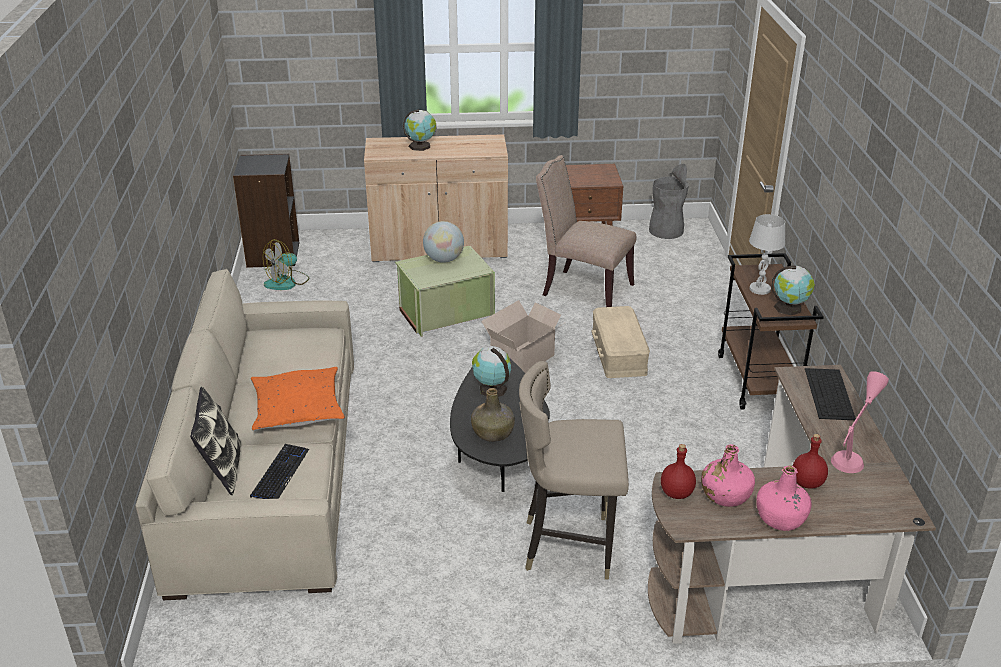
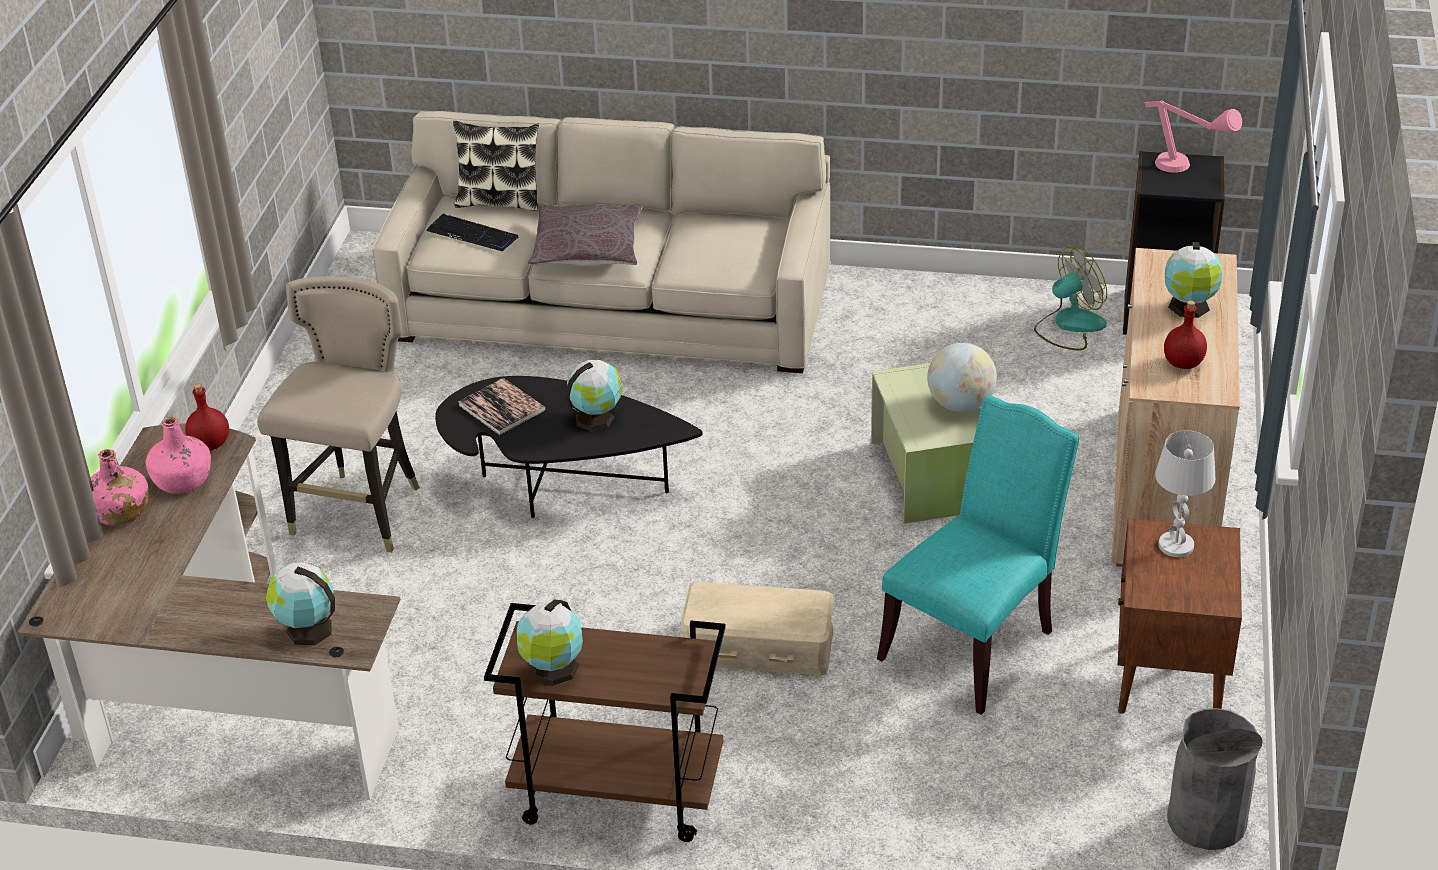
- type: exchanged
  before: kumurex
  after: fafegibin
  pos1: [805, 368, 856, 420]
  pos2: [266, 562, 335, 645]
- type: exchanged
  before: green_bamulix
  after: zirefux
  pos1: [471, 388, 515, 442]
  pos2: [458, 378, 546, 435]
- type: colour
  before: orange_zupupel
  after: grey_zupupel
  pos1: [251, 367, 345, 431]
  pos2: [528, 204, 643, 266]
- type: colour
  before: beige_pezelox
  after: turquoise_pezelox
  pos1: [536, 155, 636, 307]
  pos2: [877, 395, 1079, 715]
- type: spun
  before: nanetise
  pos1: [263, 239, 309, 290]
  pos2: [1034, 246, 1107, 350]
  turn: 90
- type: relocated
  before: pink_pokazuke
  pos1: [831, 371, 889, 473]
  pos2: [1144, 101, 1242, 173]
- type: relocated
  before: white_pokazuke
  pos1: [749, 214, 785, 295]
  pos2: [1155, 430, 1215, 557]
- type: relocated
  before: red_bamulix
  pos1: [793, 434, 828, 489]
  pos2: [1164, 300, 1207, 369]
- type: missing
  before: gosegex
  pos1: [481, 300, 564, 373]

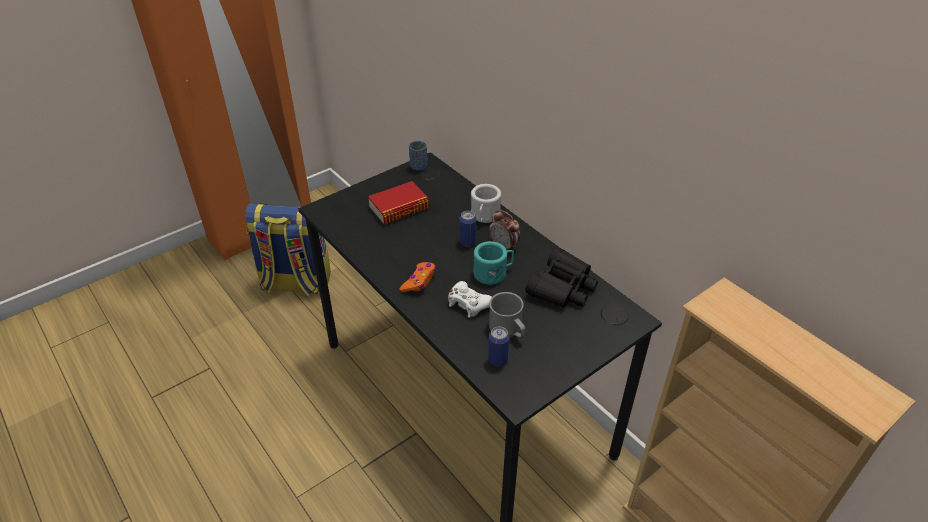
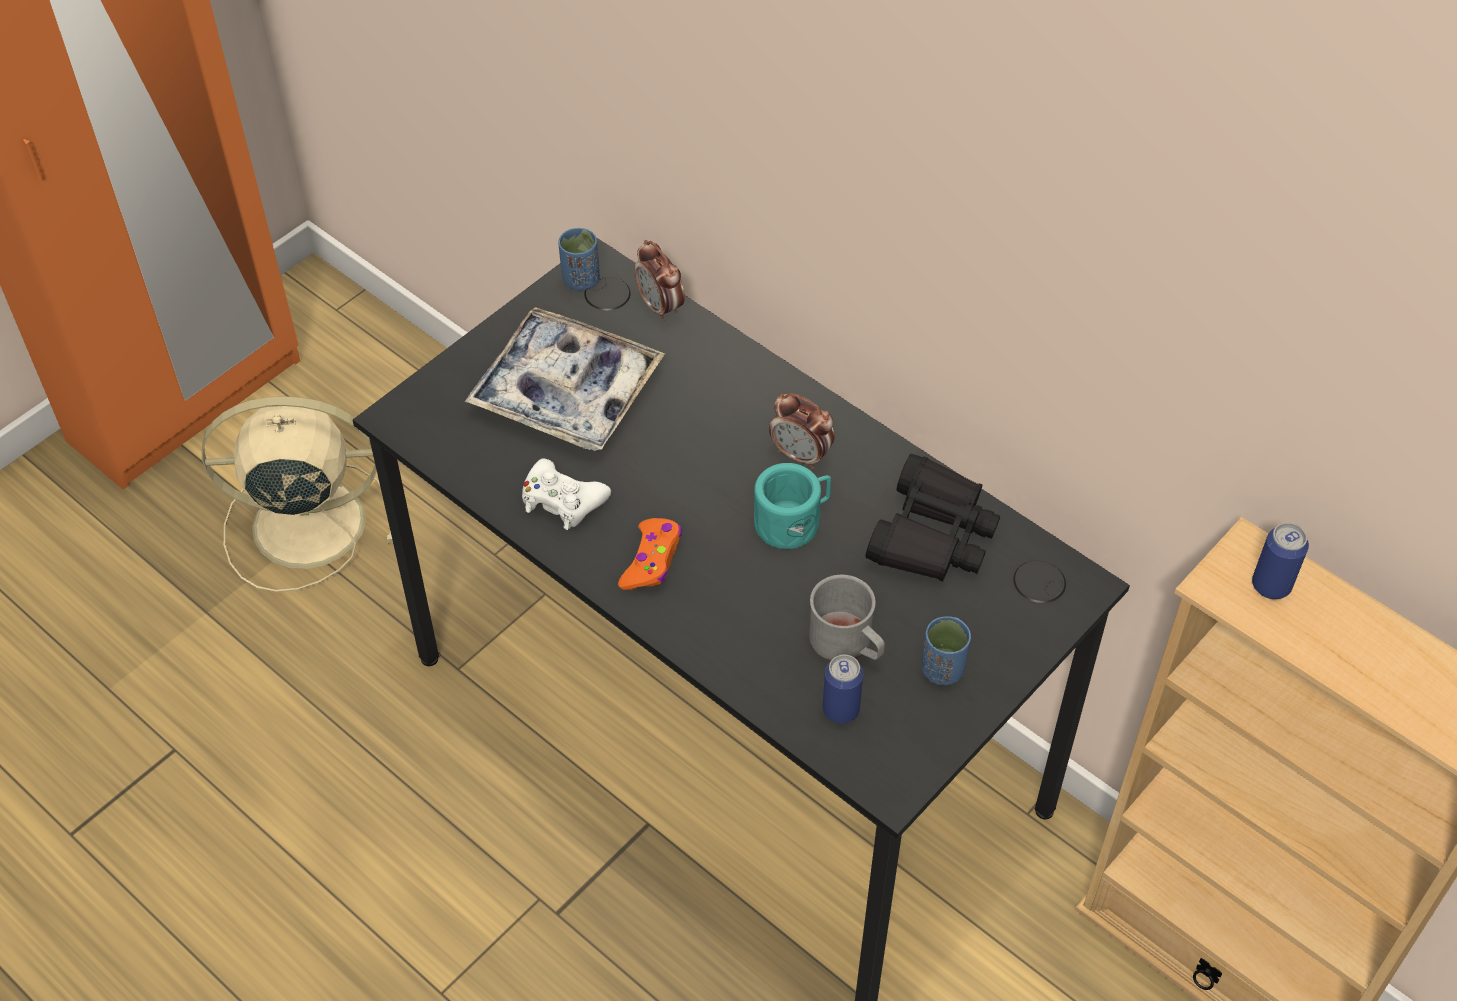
- type: exchanged
  before: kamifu
  after: beige_nanetise
  pos1: [245, 203, 331, 296]
  pos2: [202, 396, 393, 592]
- type: exchanged
  before: zirefux
  after: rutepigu
  pos1: [368, 181, 429, 225]
  pos2: [465, 307, 665, 451]
- type: relocated
  before: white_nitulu
  pos1: [448, 281, 492, 318]
  pos2: [522, 458, 611, 530]
- type: appeared
  after: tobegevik
  pos2: [634, 240, 685, 321]
- type: appeared
  after: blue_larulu
  pos2: [921, 616, 971, 685]
- type: relocated
  before: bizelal
  pos1: [459, 211, 477, 247]
  pos2: [1252, 522, 1309, 599]
- type: missing
  before: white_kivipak
  pos1: [471, 184, 501, 223]

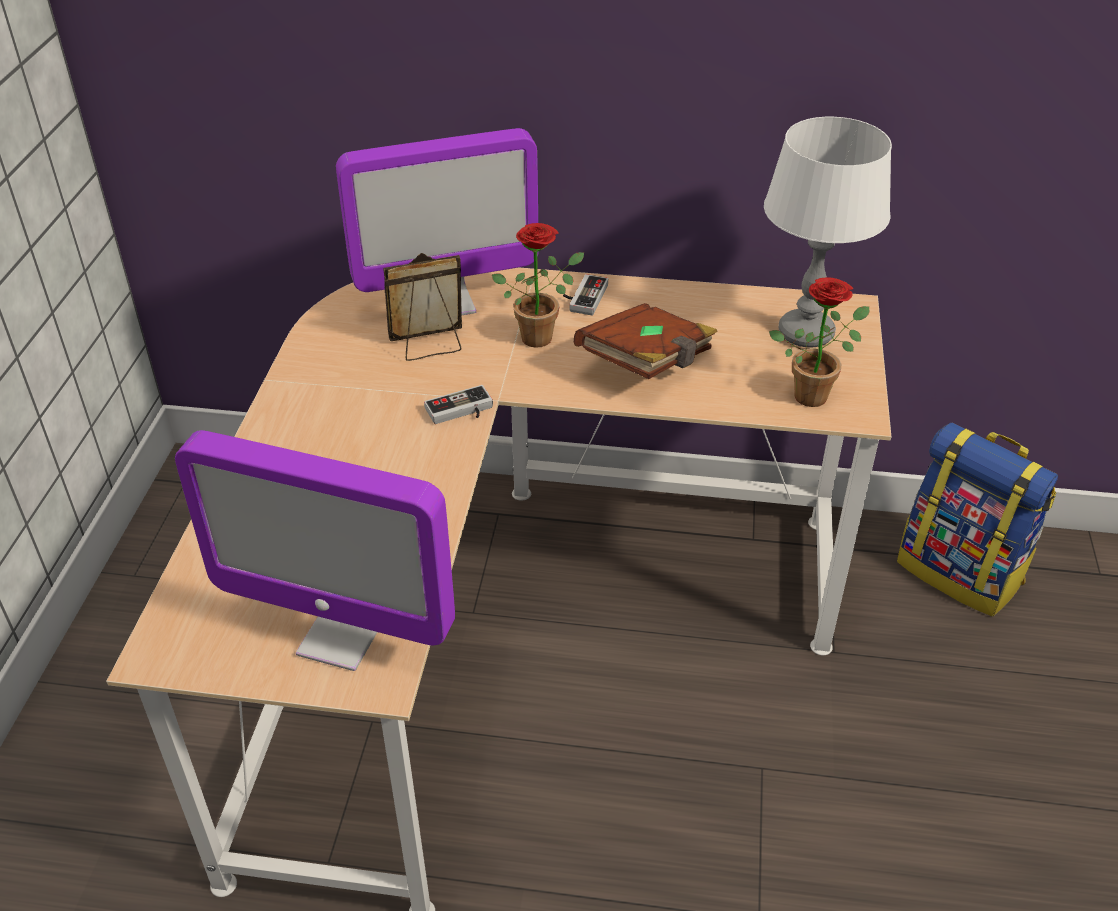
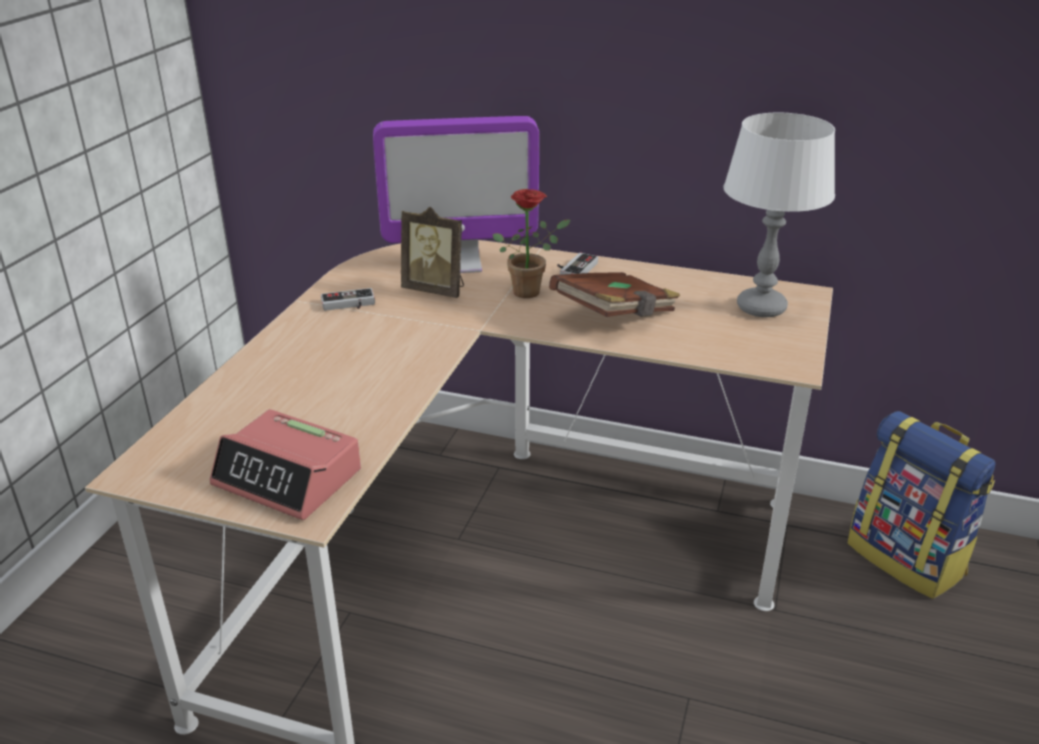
- type: exchanged
  before: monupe
  after: tobegevik
  pos1: [175, 430, 455, 671]
  pos2: [209, 409, 361, 520]
- type: relocated
  before: nitulu
  pos1: [424, 385, 493, 424]
  pos2: [321, 288, 375, 311]
- type: spun
  before: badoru
  pos1: [383, 253, 462, 361]
  pos2: [401, 207, 464, 298]
  turn: -150
- type: missing
  before: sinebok
  pos1: [769, 277, 869, 407]

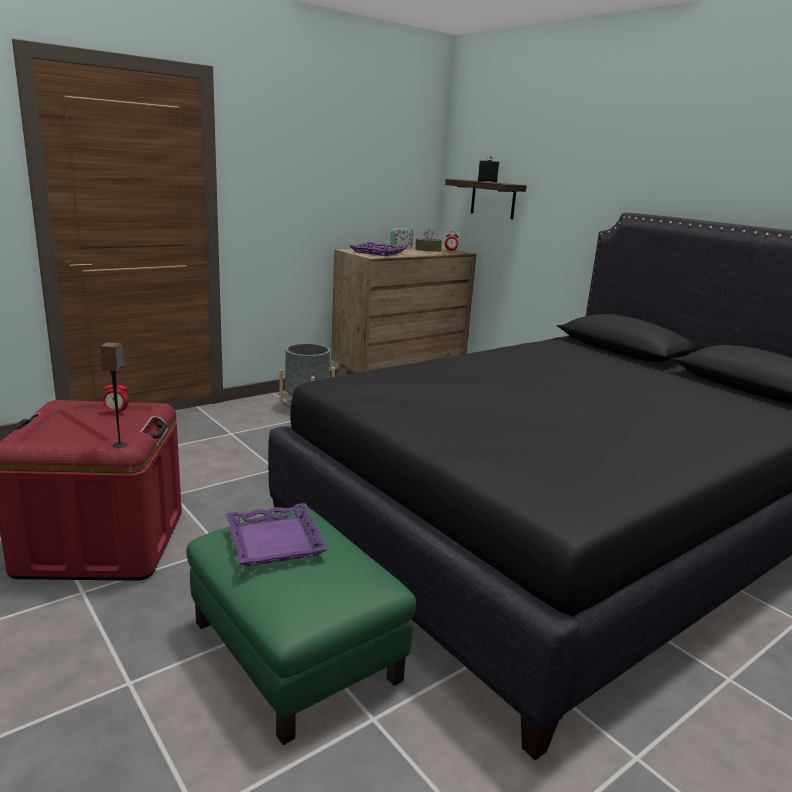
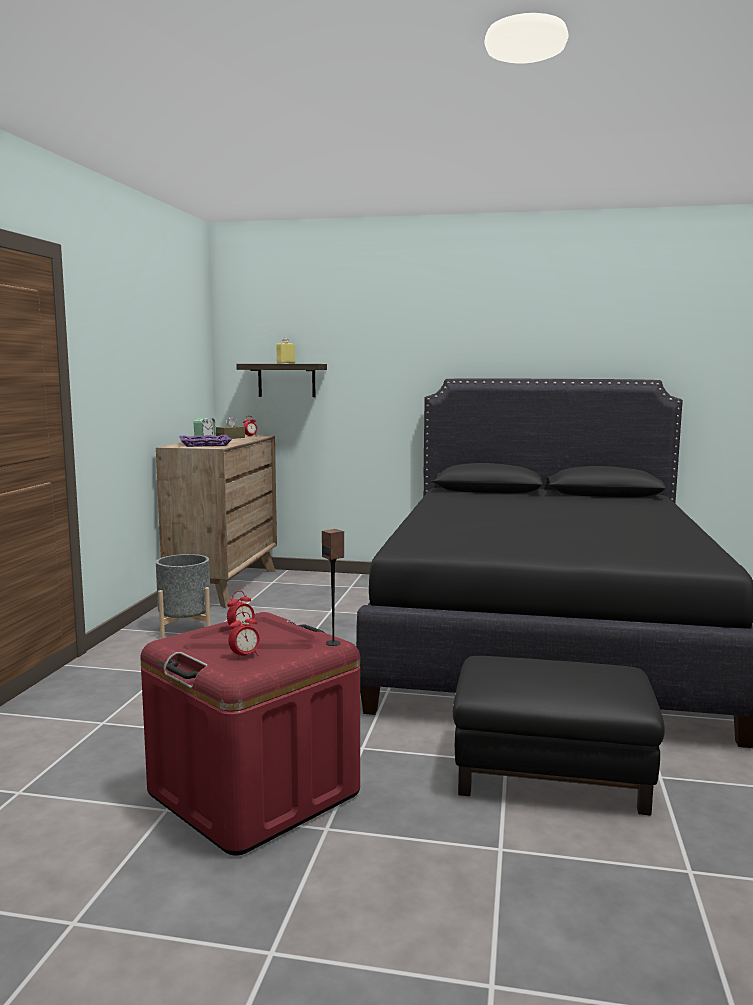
- type: appeared
  after: tobegevik
  pos2: [228, 612, 260, 660]
- type: colour
  before: black_bamulix
  after: yellow_bamulix
  pos1: [478, 155, 499, 183]
  pos2: [276, 338, 295, 364]
- type: colour
  before: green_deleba
  after: black_deleba
  pos1: [186, 507, 416, 745]
  pos2: [453, 656, 665, 816]
- type: missing
  before: purple_rutepigu
  pos1: [226, 503, 329, 566]

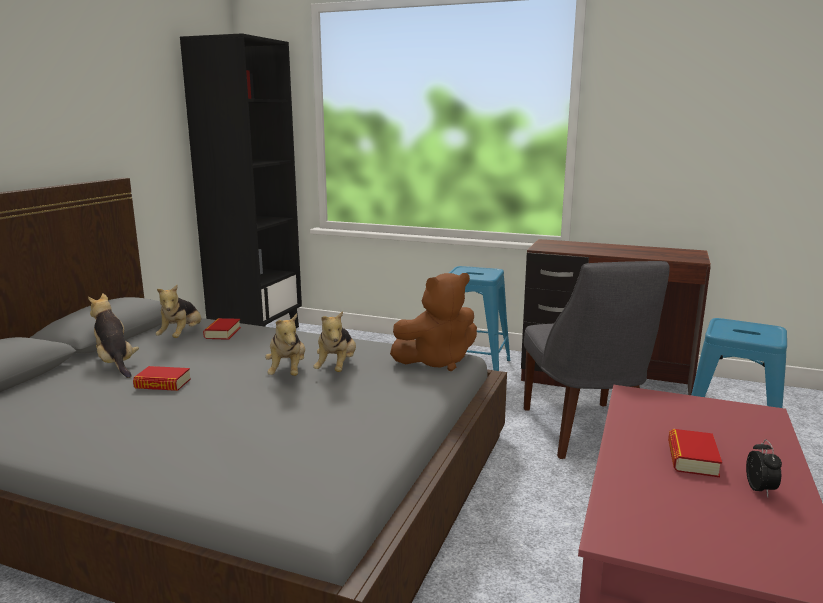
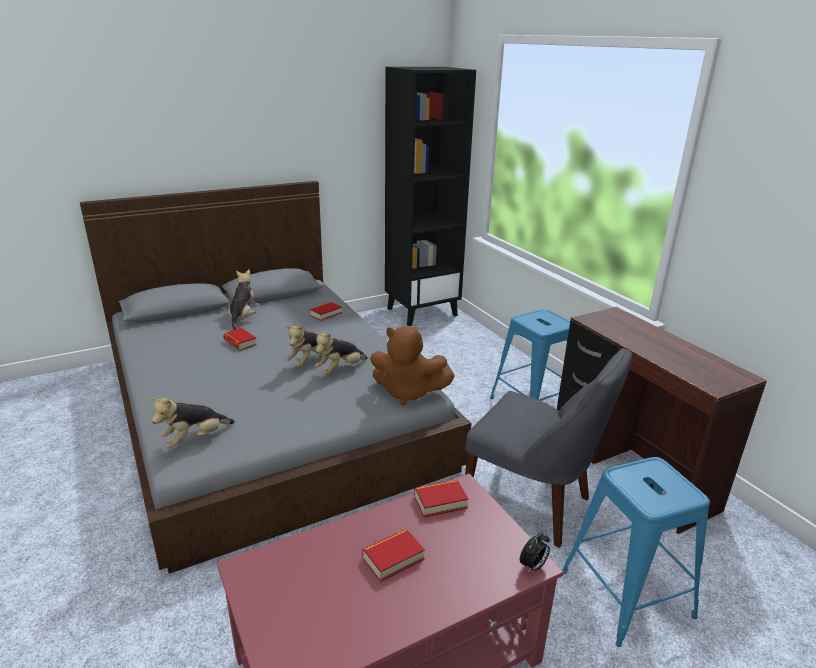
- type: relocated
  before: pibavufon
  pos1: [155, 285, 201, 338]
  pos2: [150, 398, 235, 448]
- type: appeared
  after: zirefux
  pos2: [414, 480, 468, 517]
- type: spun
  before: grey_pezelox
  pos1: [524, 261, 670, 459]
  pos2: [465, 348, 632, 548]
  turn: -90
- type: relocated
  before: tobegevik
  pos1: [746, 439, 782, 497]
  pos2: [520, 532, 550, 573]

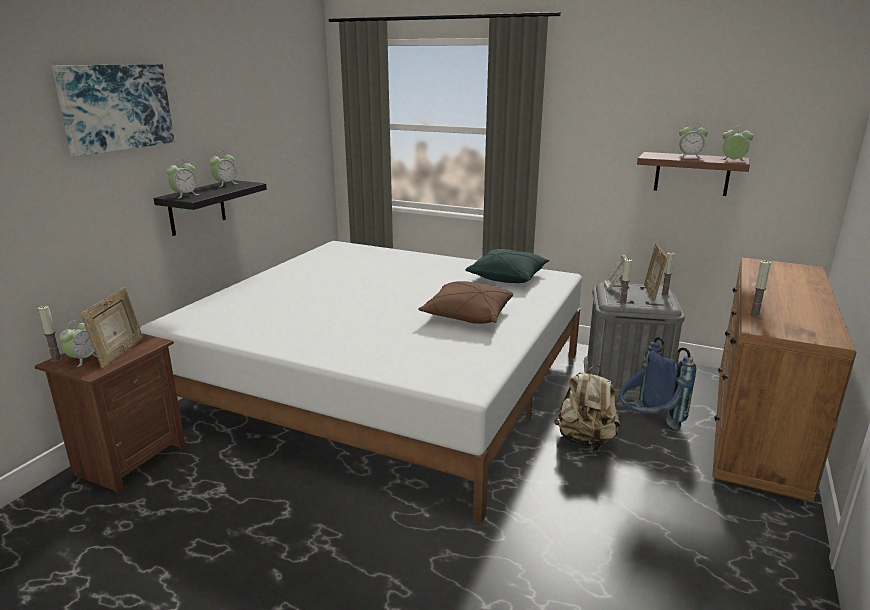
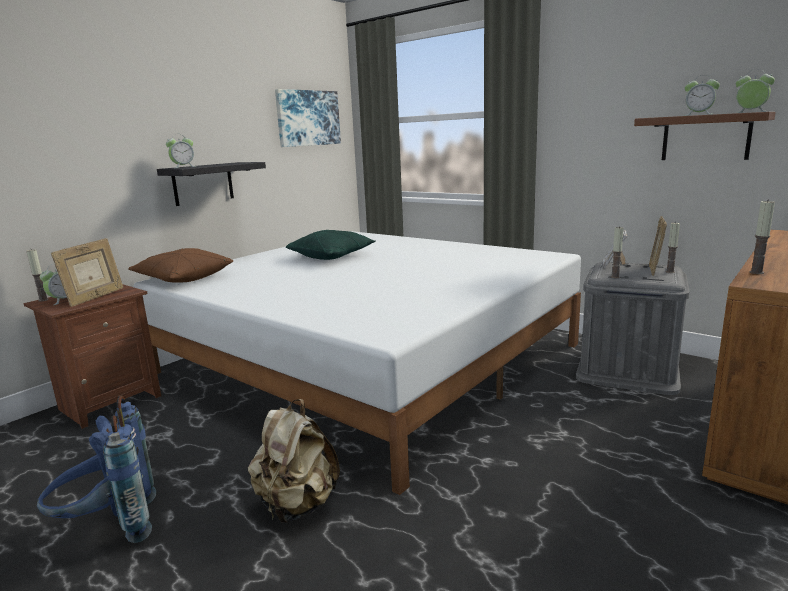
- type: relocated
  before: blue_kamifu
  pos1: [619, 337, 696, 430]
  pos2: [37, 396, 156, 543]
- type: relocated
  before: brown_zupupel
  pos1: [418, 281, 513, 324]
  pos2: [128, 248, 233, 283]
- type: relocated
  before: beige_kamifu
  pos1: [554, 365, 621, 451]
  pos2: [248, 399, 340, 523]
- type: relocated
  before: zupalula
  pos1: [52, 64, 175, 157]
  pos2: [275, 89, 341, 147]
- type: relocated
  before: green_zupupel
  pos1: [465, 249, 550, 283]
  pos2: [286, 230, 376, 260]
- type: missing
  before: tobegevik
  pos1: [209, 151, 238, 187]

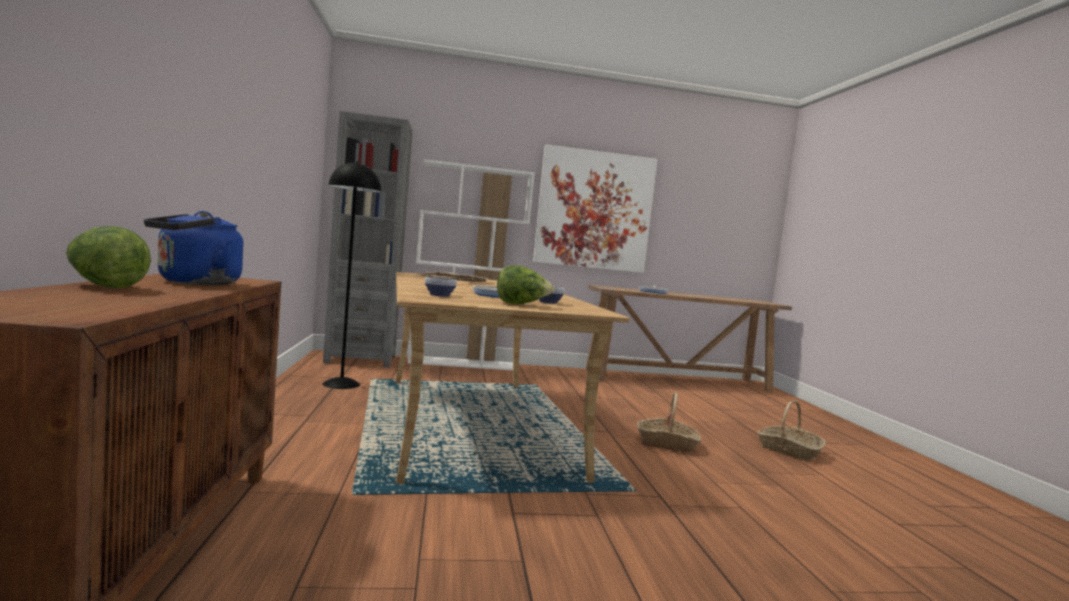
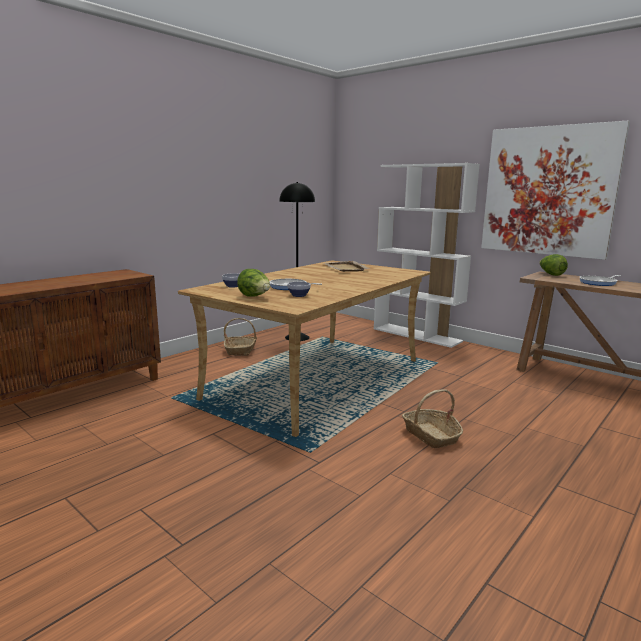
- type: relocated
  before: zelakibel
  pos1: [757, 401, 826, 461]
  pos2: [224, 318, 257, 356]
- type: relocated
  before: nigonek
  pos1: [66, 226, 151, 288]
  pos2: [539, 254, 568, 276]
- type: missing
  before: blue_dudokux
  pos1: [144, 211, 244, 285]
- type: missing
  before: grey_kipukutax
  pos1: [323, 111, 413, 367]

